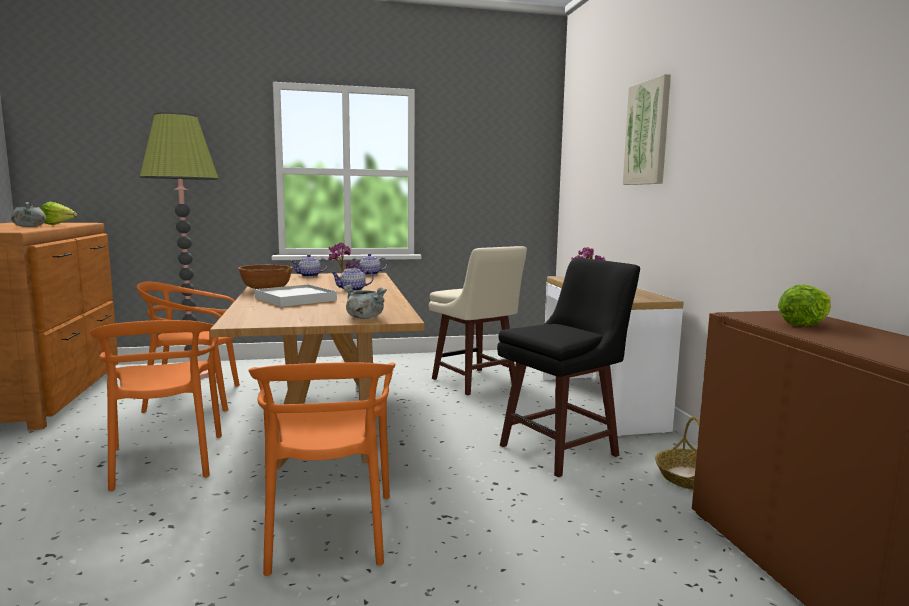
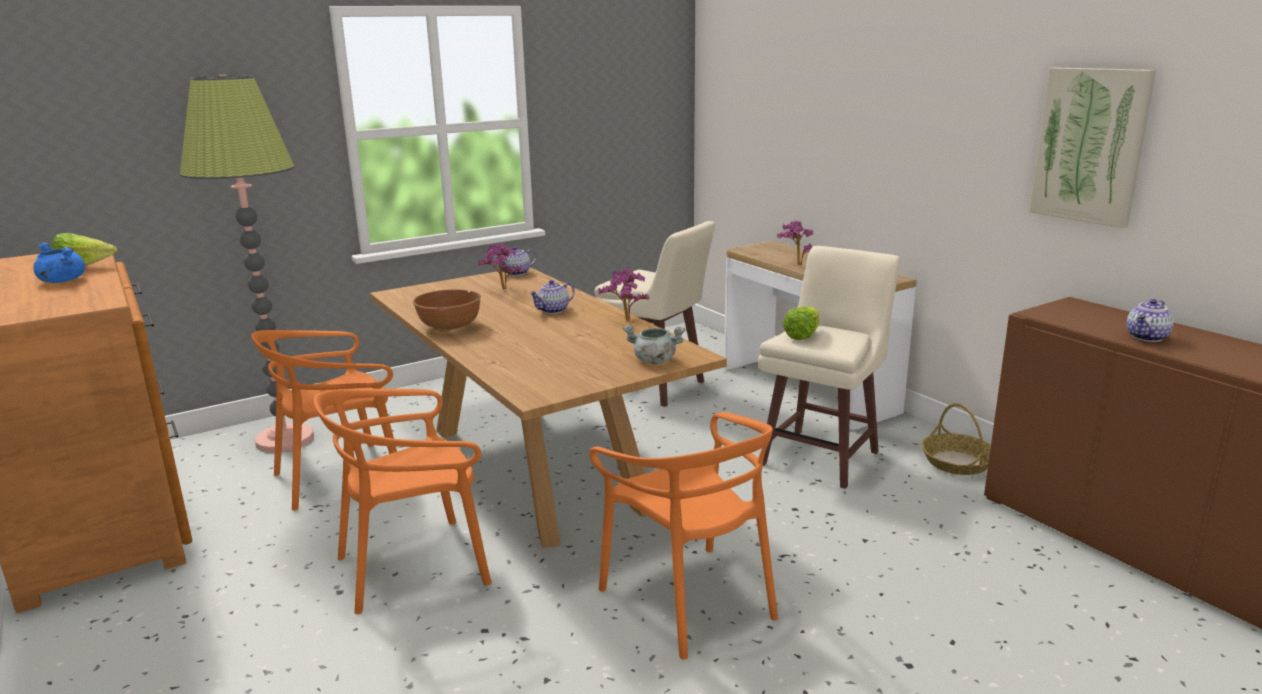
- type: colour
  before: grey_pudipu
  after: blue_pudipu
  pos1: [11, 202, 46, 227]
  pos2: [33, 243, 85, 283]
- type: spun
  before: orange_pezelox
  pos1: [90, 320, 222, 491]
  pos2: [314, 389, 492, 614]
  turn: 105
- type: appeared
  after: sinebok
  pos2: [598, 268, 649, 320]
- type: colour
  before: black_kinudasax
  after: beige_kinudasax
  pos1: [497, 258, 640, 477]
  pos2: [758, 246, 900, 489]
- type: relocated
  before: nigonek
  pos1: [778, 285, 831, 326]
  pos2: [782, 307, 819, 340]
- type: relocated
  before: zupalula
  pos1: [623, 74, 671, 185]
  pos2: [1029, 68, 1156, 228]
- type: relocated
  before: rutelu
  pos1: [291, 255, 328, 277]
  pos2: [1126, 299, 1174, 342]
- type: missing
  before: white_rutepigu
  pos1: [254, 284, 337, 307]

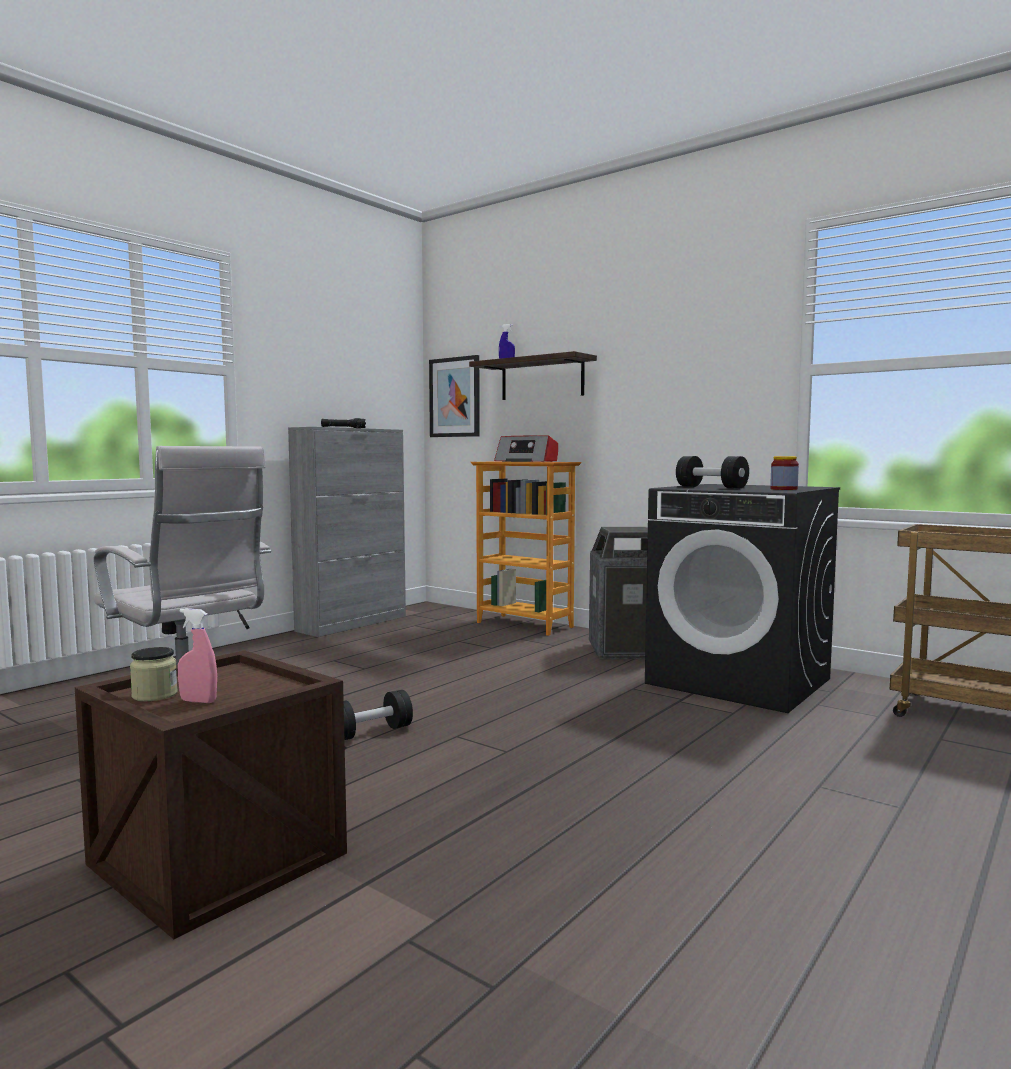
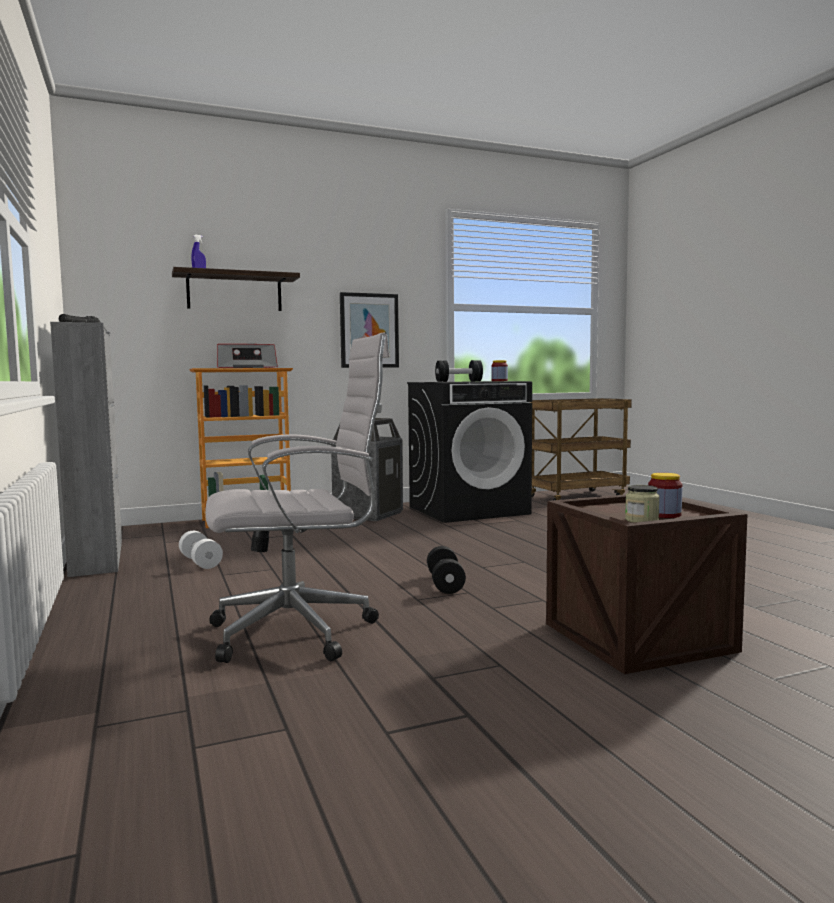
- type: appeared
  after: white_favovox
  pos2: [179, 531, 223, 569]
- type: relocated
  before: zupalula
  pos1: [429, 355, 480, 437]
  pos2: [340, 292, 399, 368]
- type: exchanged
  before: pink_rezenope
  after: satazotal
  pos1: [178, 608, 217, 703]
  pos2: [648, 473, 682, 518]

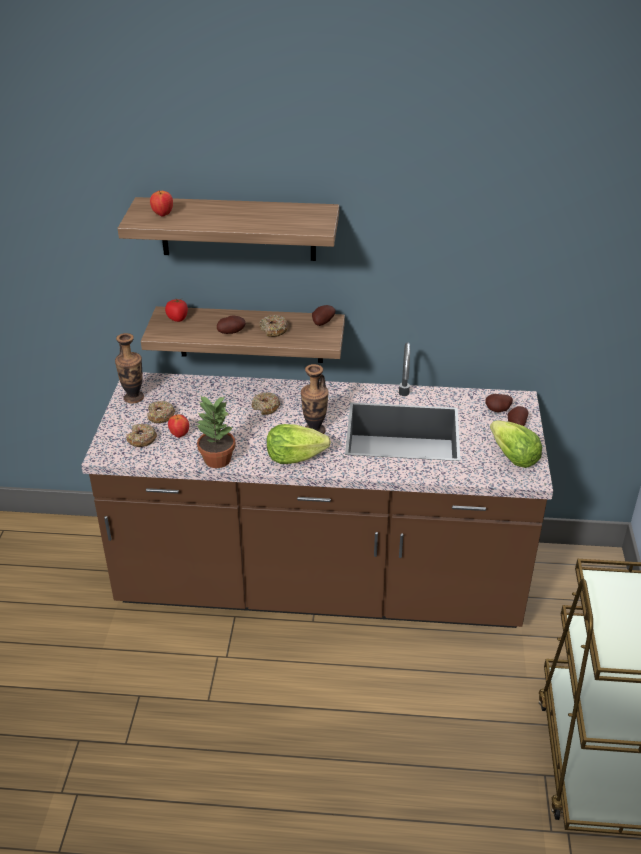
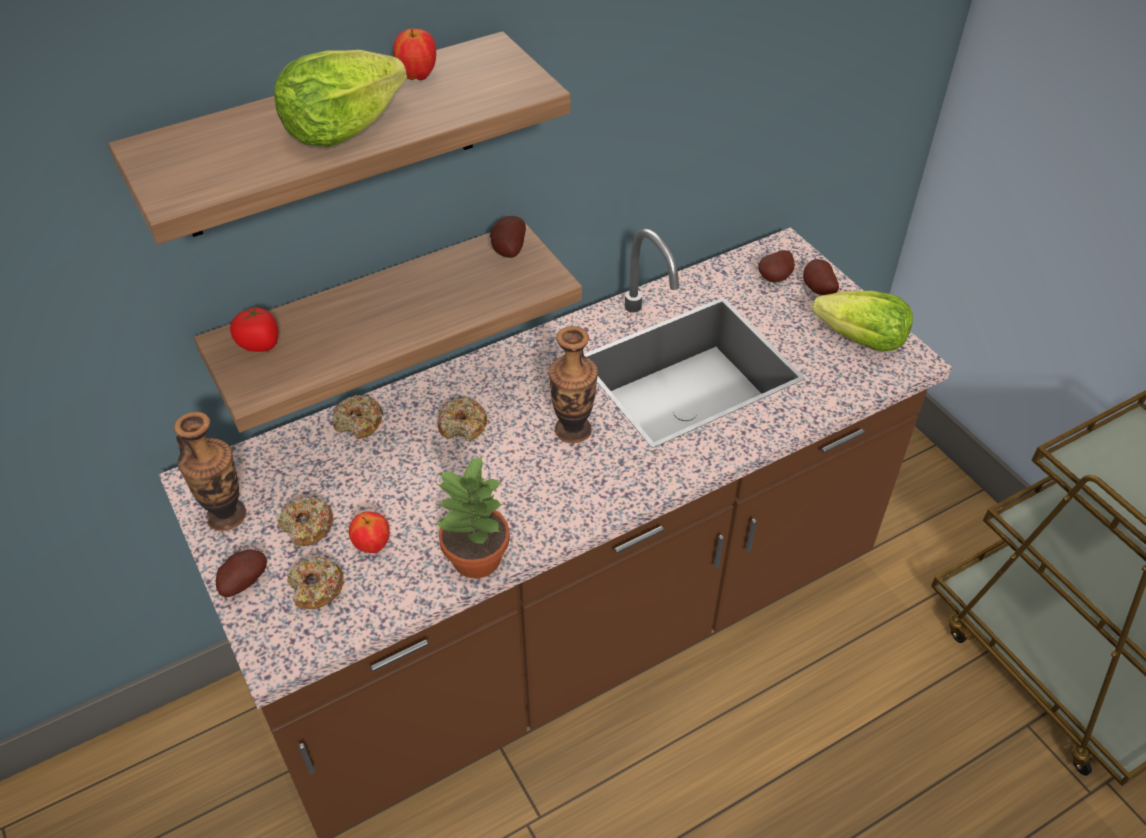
- type: relocated
  before: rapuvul
  pos1: [217, 315, 246, 334]
  pos2: [216, 550, 267, 597]
- type: relocated
  before: nigonek
  pos1: [267, 424, 331, 464]
  pos2: [274, 50, 407, 147]
- type: relocated
  before: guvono
  pos1: [259, 315, 289, 337]
  pos2: [332, 395, 383, 439]
- type: relocated
  before: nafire
  pos1: [150, 190, 173, 217]
  pos2: [393, 29, 436, 80]

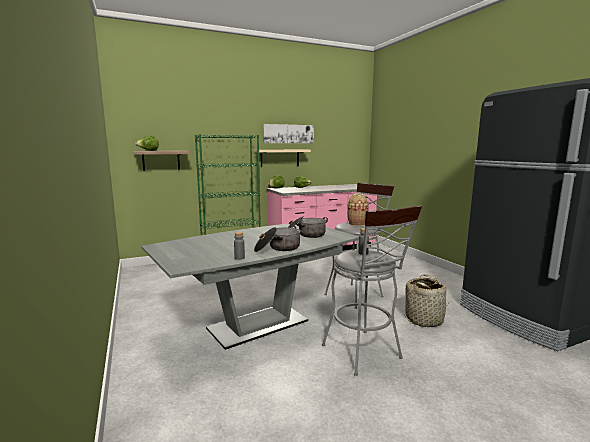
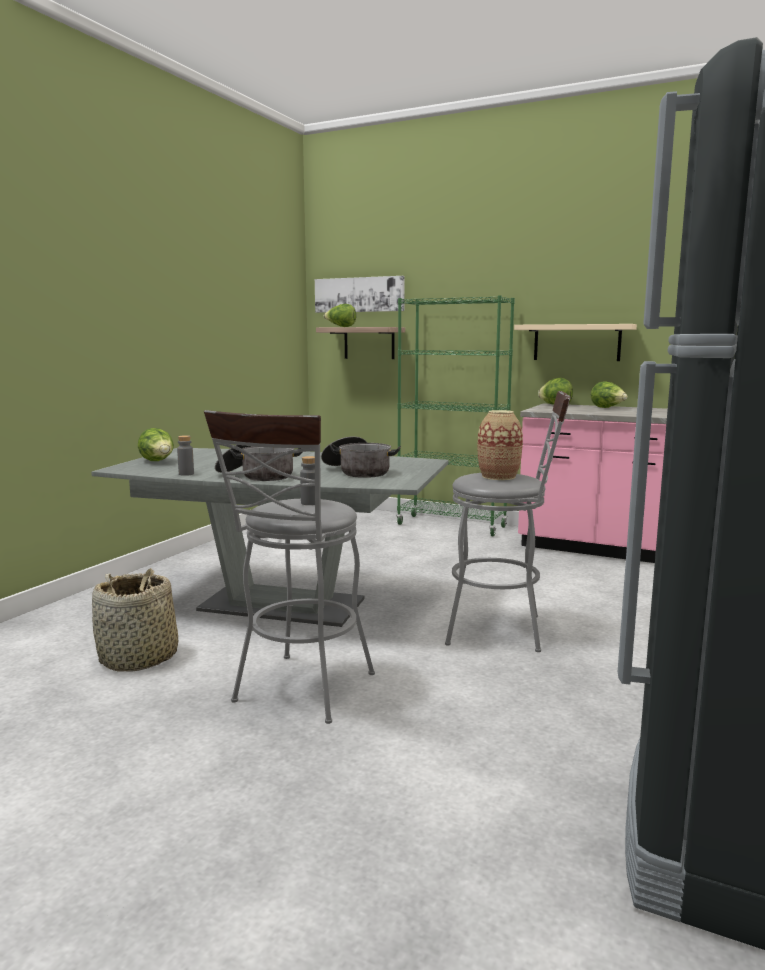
- type: relocated
  before: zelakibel
  pos1: [404, 274, 450, 327]
  pos2: [92, 569, 178, 672]
- type: appeared
  after: nigonek
  pos2: [138, 428, 174, 461]
- type: relocated
  before: zupalula
  pos1: [263, 124, 314, 143]
  pos2: [315, 276, 405, 313]

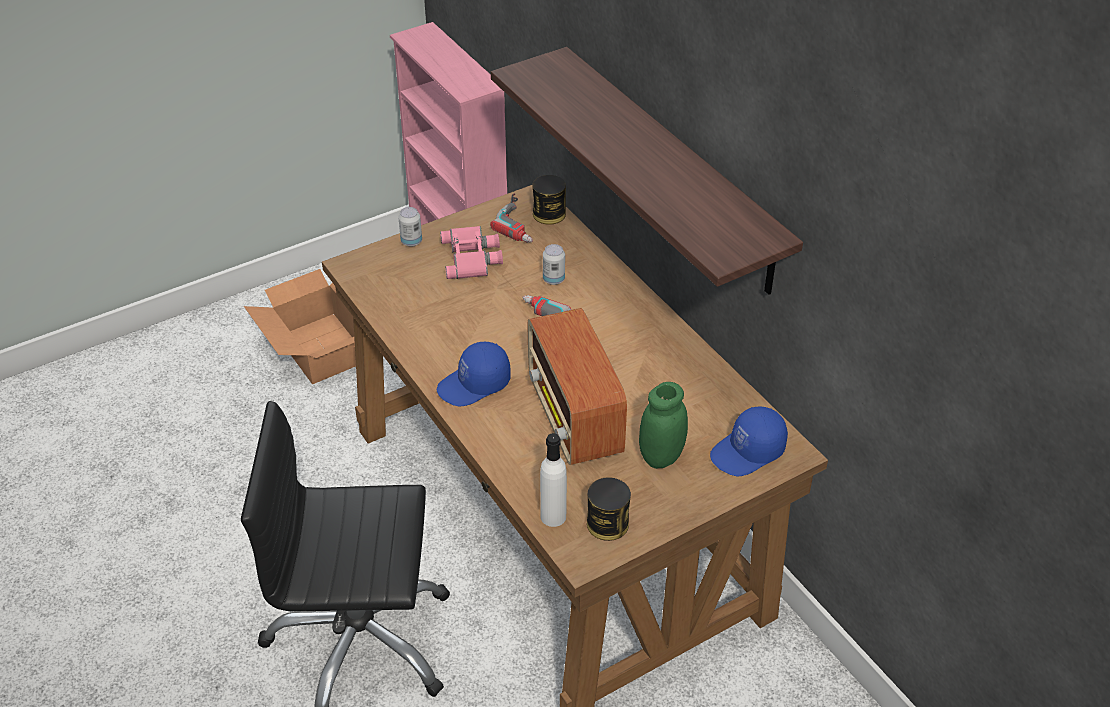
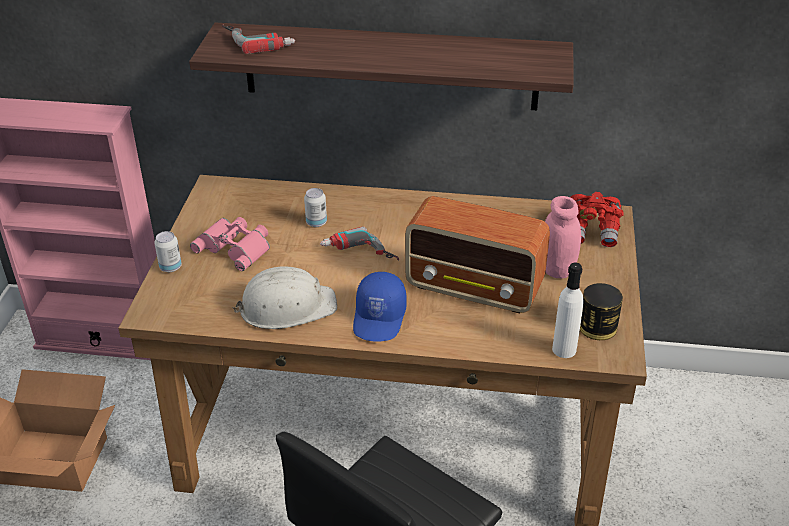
- type: relocated
  before: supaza
  pos1: [490, 193, 533, 243]
  pos2: [222, 25, 295, 54]
- type: appeared
  after: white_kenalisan
  pos2: [233, 266, 337, 329]
- type: colour
  before: green_satazotal
  after: pink_satazotal
  pos1: [639, 382, 688, 469]
  pos2: [545, 196, 581, 279]
- type: exchanged
  before: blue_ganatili
  after: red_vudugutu
  pos1: [710, 407, 788, 476]
  pos2: [570, 192, 623, 247]
- type: missing
  before: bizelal
  pos1: [532, 175, 566, 225]

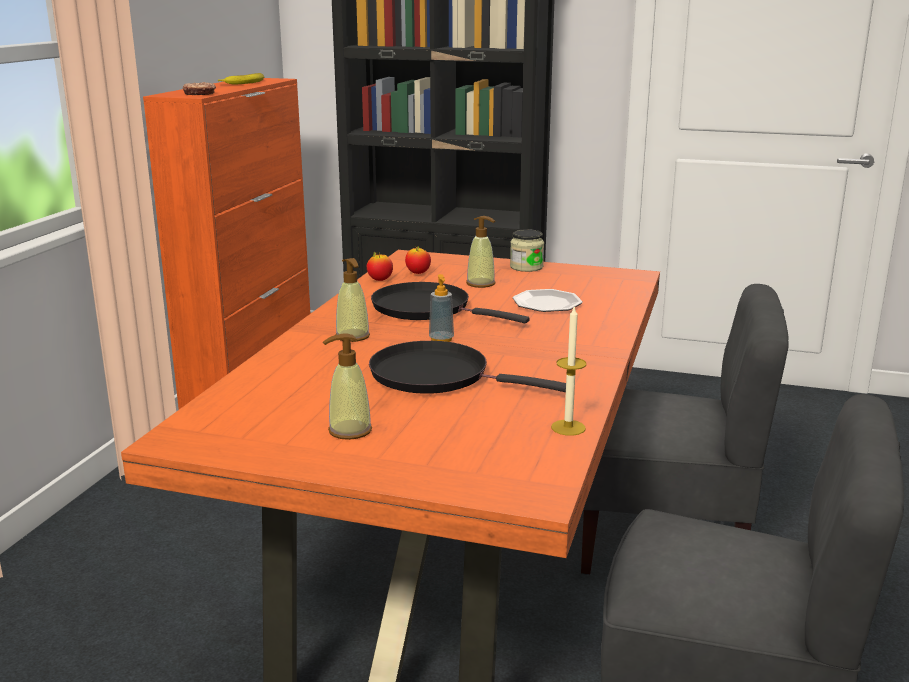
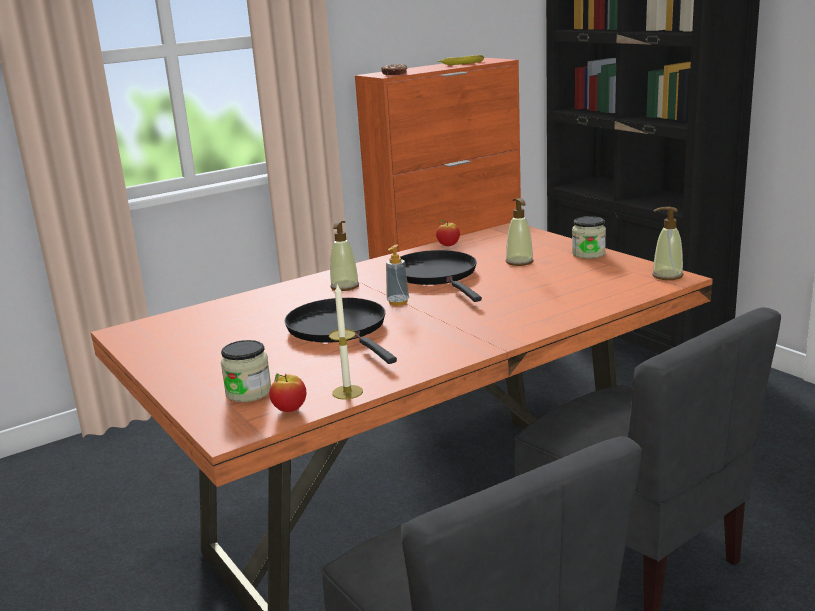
- type: appeared
  after: satazotal
  pos2: [221, 340, 271, 402]
- type: relocated
  before: nafire
  pos1: [405, 246, 431, 274]
  pos2: [269, 373, 306, 412]
- type: relocated
  before: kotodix
  pos1: [323, 334, 372, 440]
  pos2: [652, 207, 684, 280]
- type: missing
  before: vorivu
  pos1: [513, 289, 583, 312]

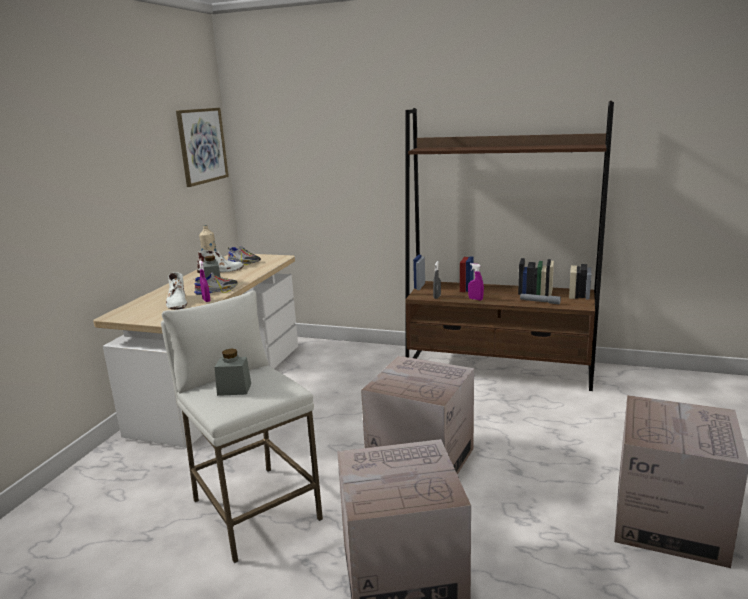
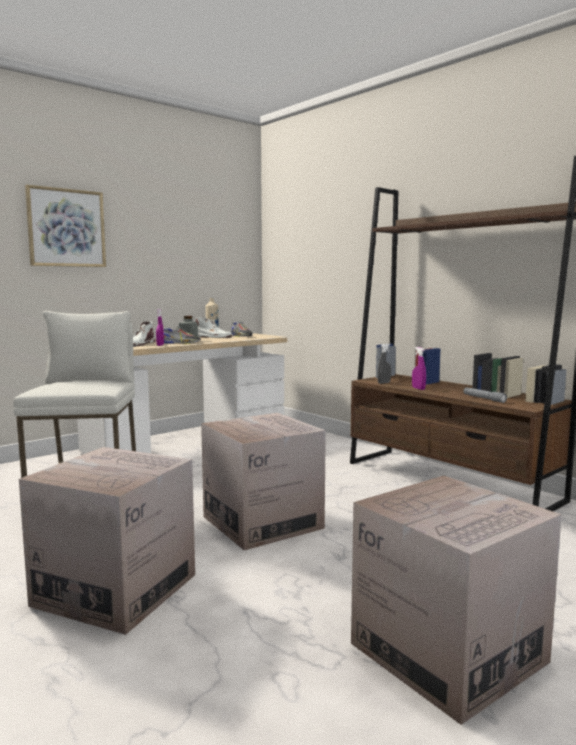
- type: relocated
  before: zupalula
  pos1: [176, 108, 229, 187]
  pos2: [25, 185, 106, 267]
- type: missing
  before: grey_satazotal
  pos1: [215, 349, 251, 396]

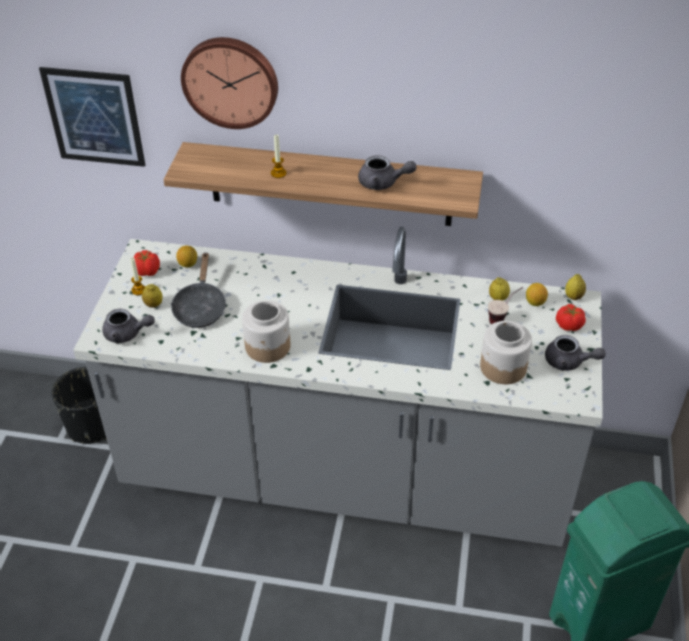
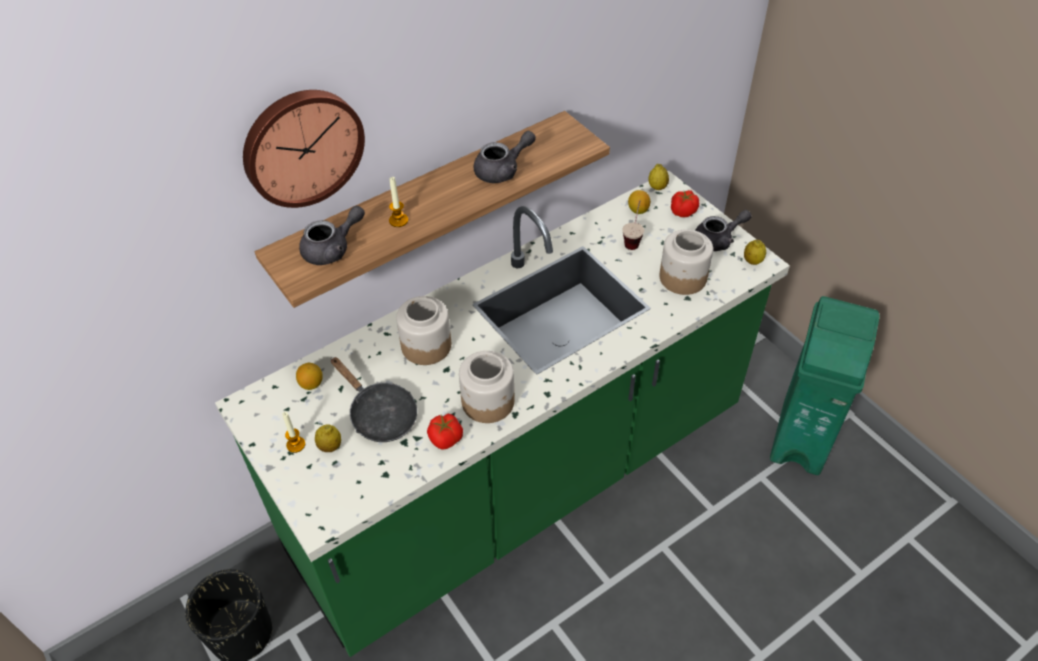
- type: colour
  before: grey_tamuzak
  after: green_tamuzak
  pos1: [73, 227, 603, 547]
  pos2: [215, 171, 790, 657]
- type: relocated
  before: grey_rutelu
  pos1: [102, 309, 155, 343]
  pos2: [299, 206, 365, 265]
- type: appeared
  after: satazotal
  pos2: [396, 296, 451, 365]
- type: relocated
  before: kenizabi
  pos1: [133, 250, 160, 276]
  pos2: [427, 413, 463, 450]
- type: relocated
  before: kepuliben
  pos1: [489, 277, 510, 301]
  pos2: [744, 240, 766, 265]
- type: missing
  before: zupalula
  pos1: [39, 67, 145, 167]

